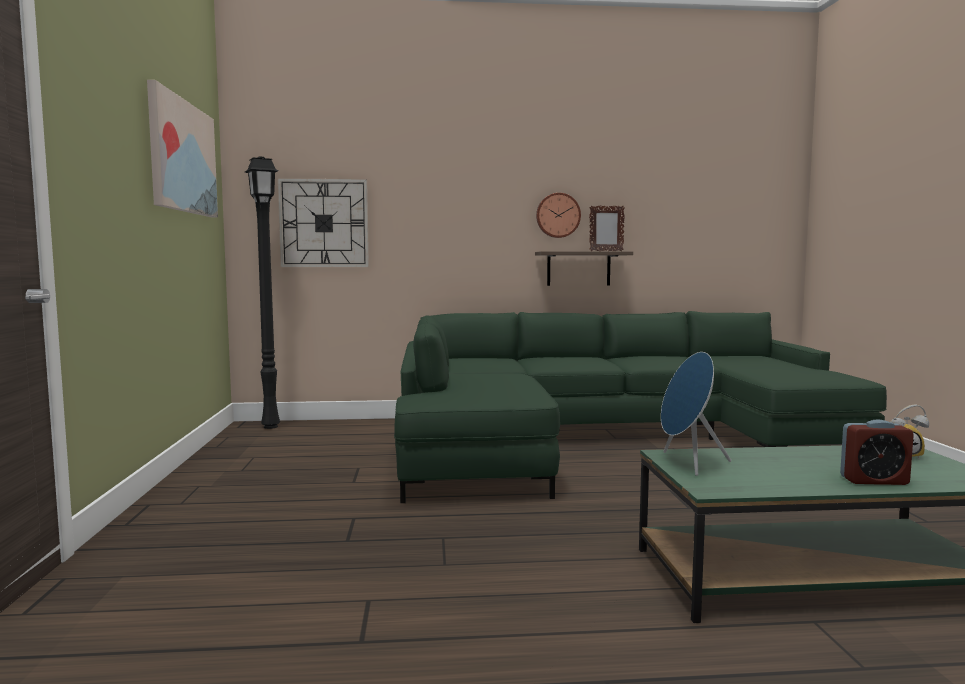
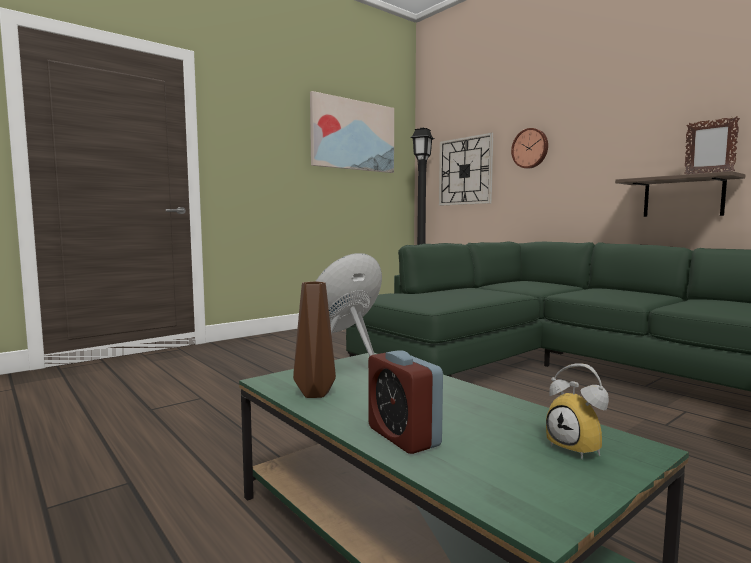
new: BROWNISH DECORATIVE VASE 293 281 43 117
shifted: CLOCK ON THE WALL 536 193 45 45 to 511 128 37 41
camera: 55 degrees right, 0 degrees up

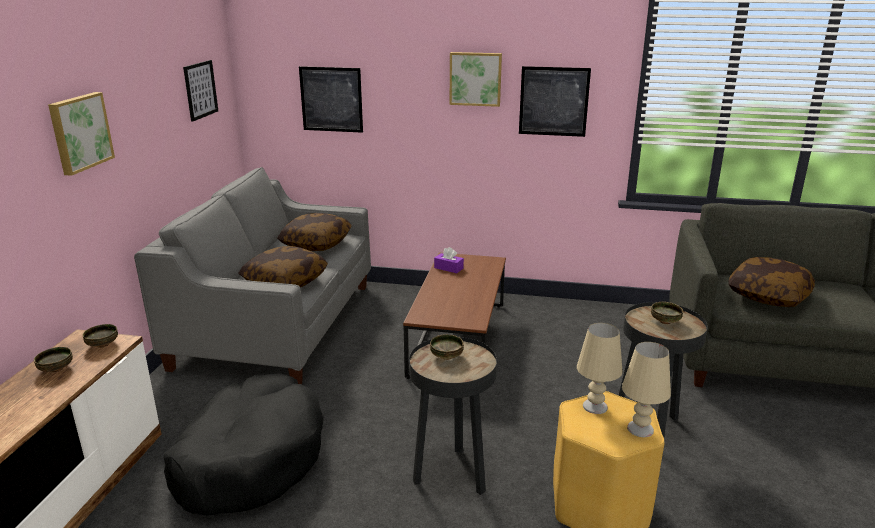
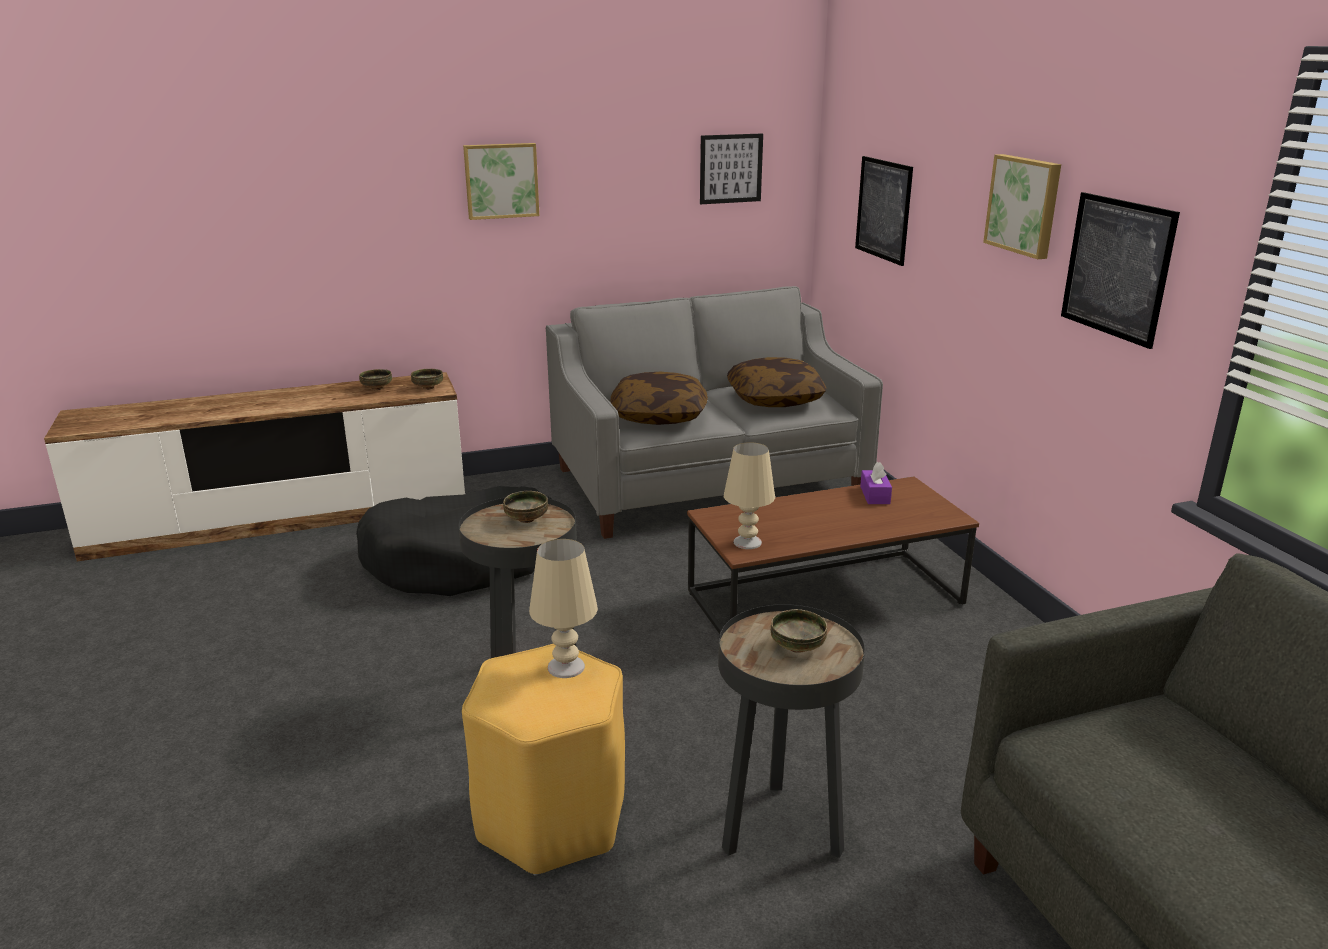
gone: PILLOW 728 257 87 50
shifted: SAND-COLOURED LAMP FOR A TABLE 622 342 49 95 to 724 442 51 107
camera: 60 degrees right, 0 degrees up

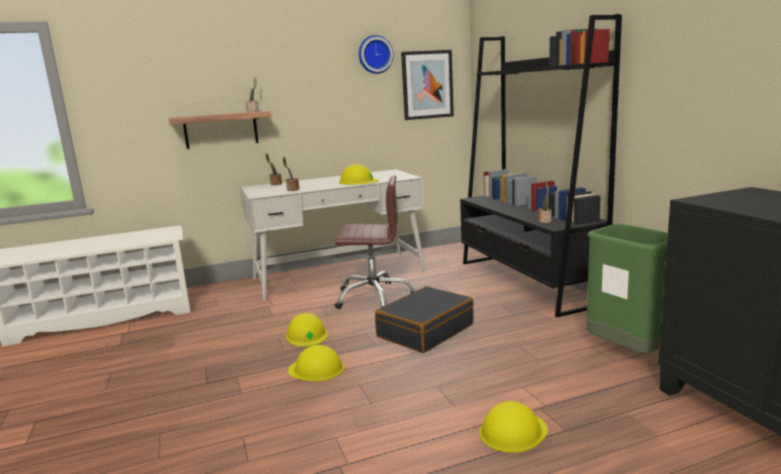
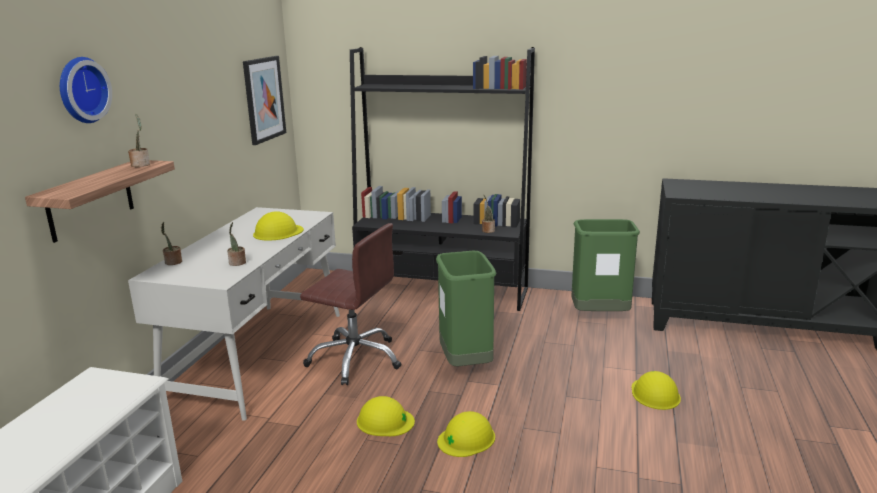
shifted: CLOCK ON THE WALL 359 35 34 39 to 60 57 52 66
swapped: BLACKISH PIECE OF LUGGAGE 375 286 99 67 to GREEN-COLOURED TRASH CAN 436 251 60 115
rotated: BROWNISH OFFICE CHAIR 334 175 83 134 = 300 223 101 162 75 degrees clockwise
camera: 55 degrees left, 5 degrees up

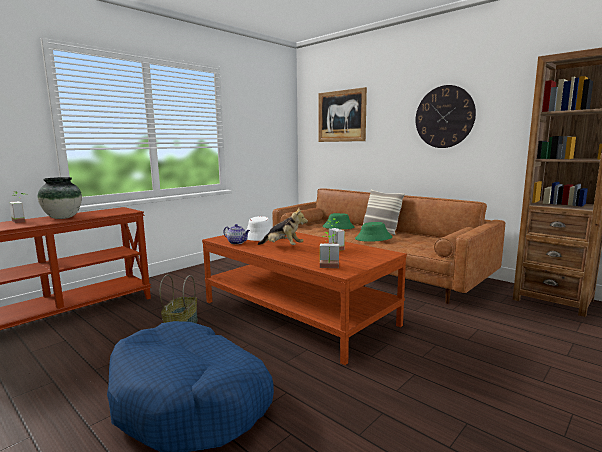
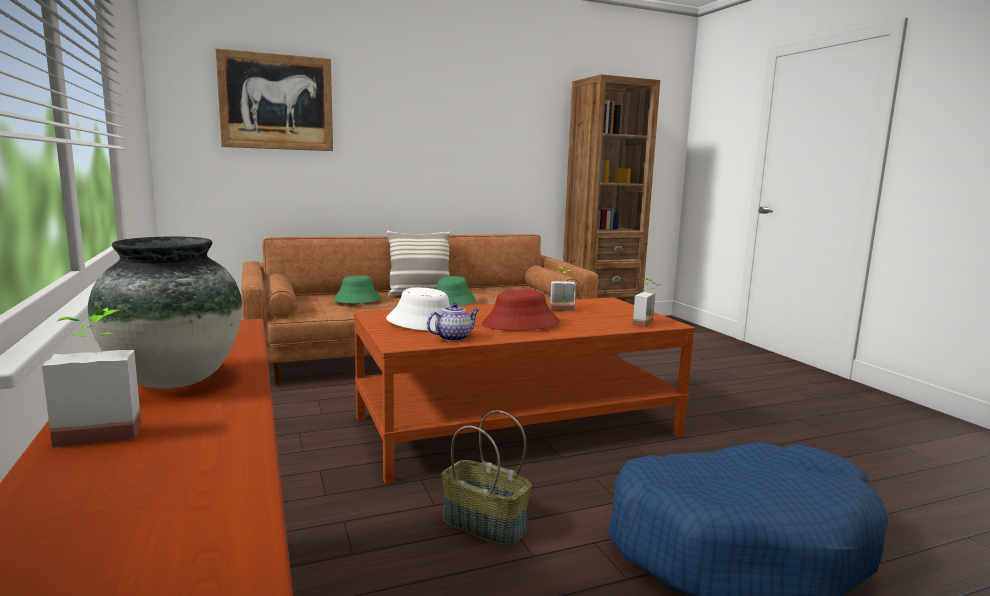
gone: CLOCK ON THE WALL 416 85 60 63
swapped: CUDDLY TOY 258 207 50 38 to RED-COLOURED WEARABLE HAT 482 290 78 41
camera: 65 degrees left, 0 degrees up

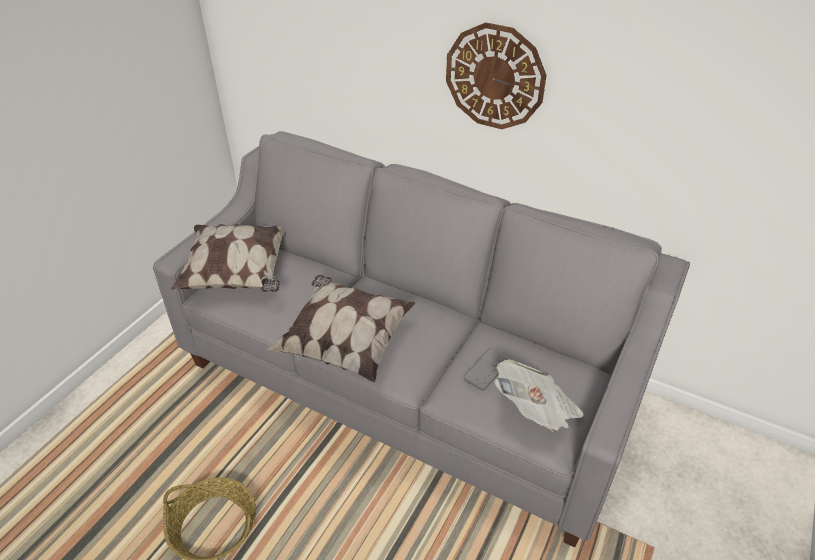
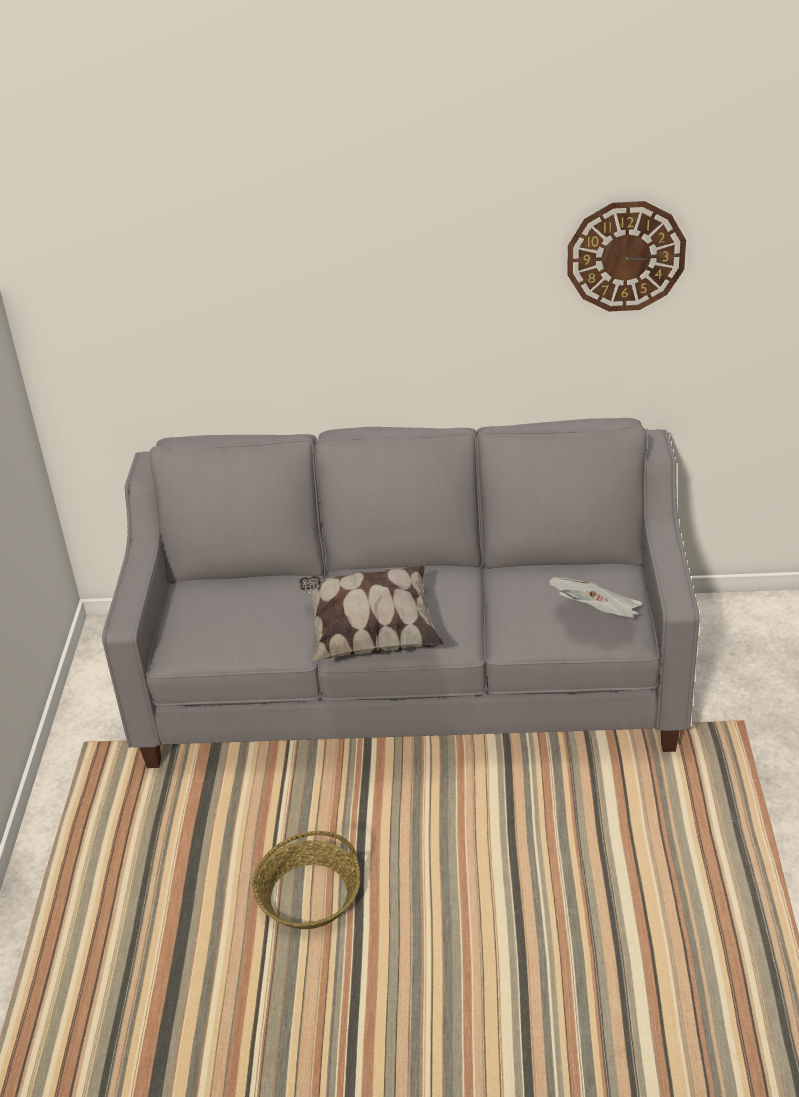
gone: PILLOW 170 224 115 68; GREY GAME CONTROLLER 464 350 45 41
shifted: CLOCK ON THE WALL 446 22 101 107 to 567 201 119 110
camera: 25 degrees left, 5 degrees down

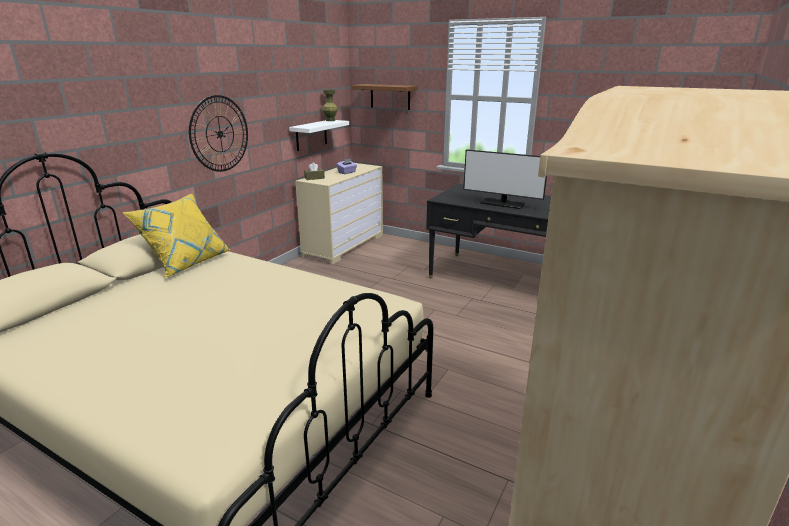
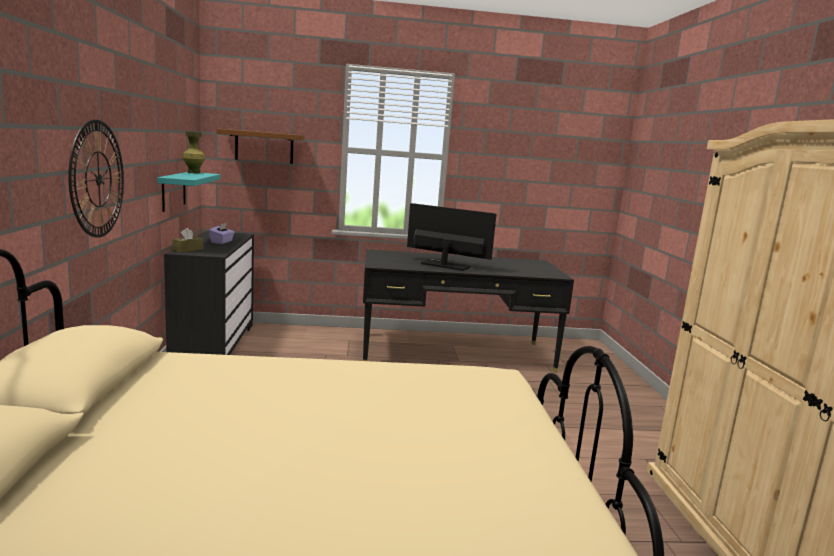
gone: YELLOW-COLOURED PILLOW 122 194 109 84
repainted: WHITISH WALL SHELF 289 120 60 31 to TURQUOISE WALL SHELF 157 172 63 40; SAND-COLOURED DRAWER CHEST 295 163 88 102 to BLACKISH DRAWER CHEST 164 231 90 124
rotated: COMPUTER SCREEN 463 149 84 60 = 407 203 90 68 150 degrees counterclockwise
camera: 35 degrees left, 10 degrees down

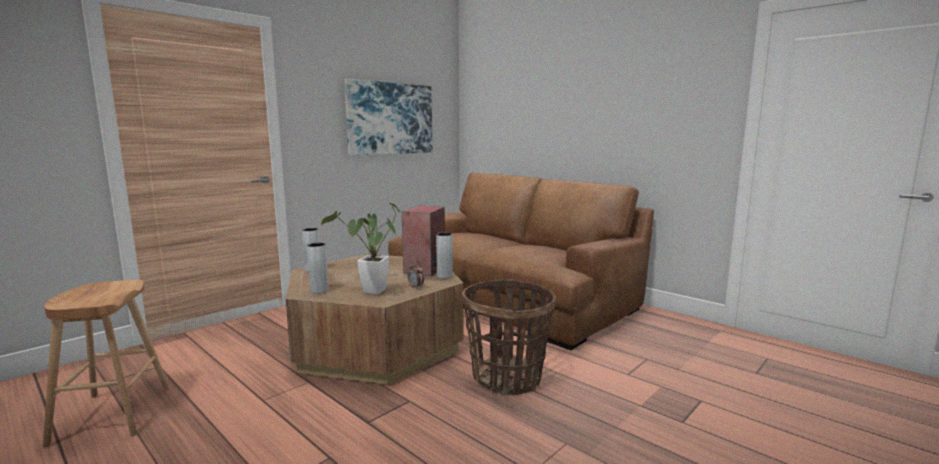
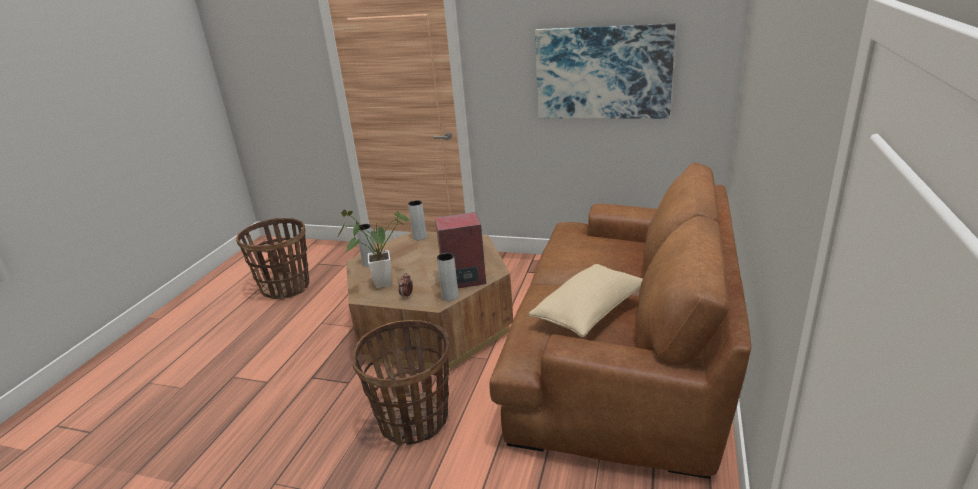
new: SAND-COLOURED PILLOW 529 264 114 73
swapped: BROWNISH STOOL SEAT 43 280 127 168 to BASKET 236 218 73 81
camera: 65 degrees right, 15 degrees up

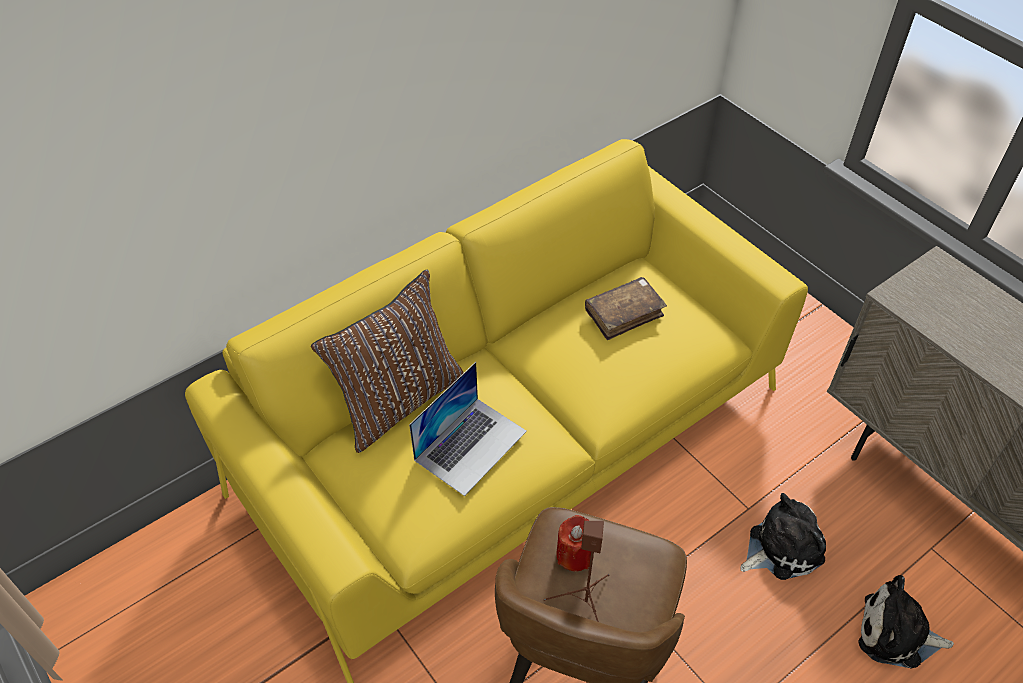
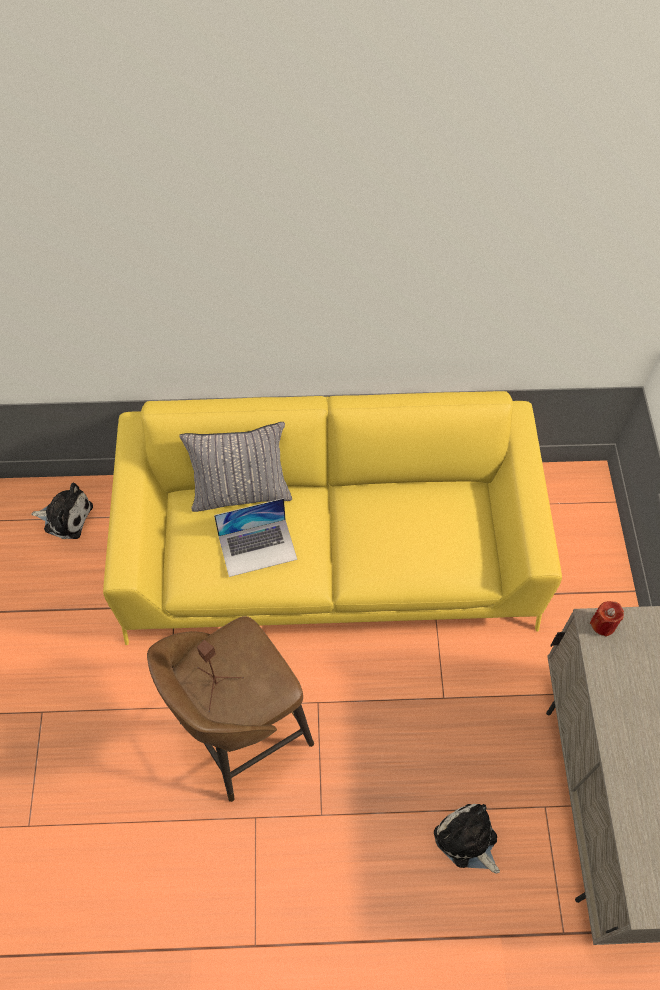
gone: BROWNISH BOOK 585 277 82 63
shifted: CUDDLY TOY 740 493 86 87 to 31 483 62 56; RED-COLOURED WAX CANDLE 556 515 38 57 to 590 601 34 36
repainted: BROWNISH PILLOW 311 270 153 183 to GREY PILLOW 179 422 113 90
camera: 35 degrees right, 10 degrees up

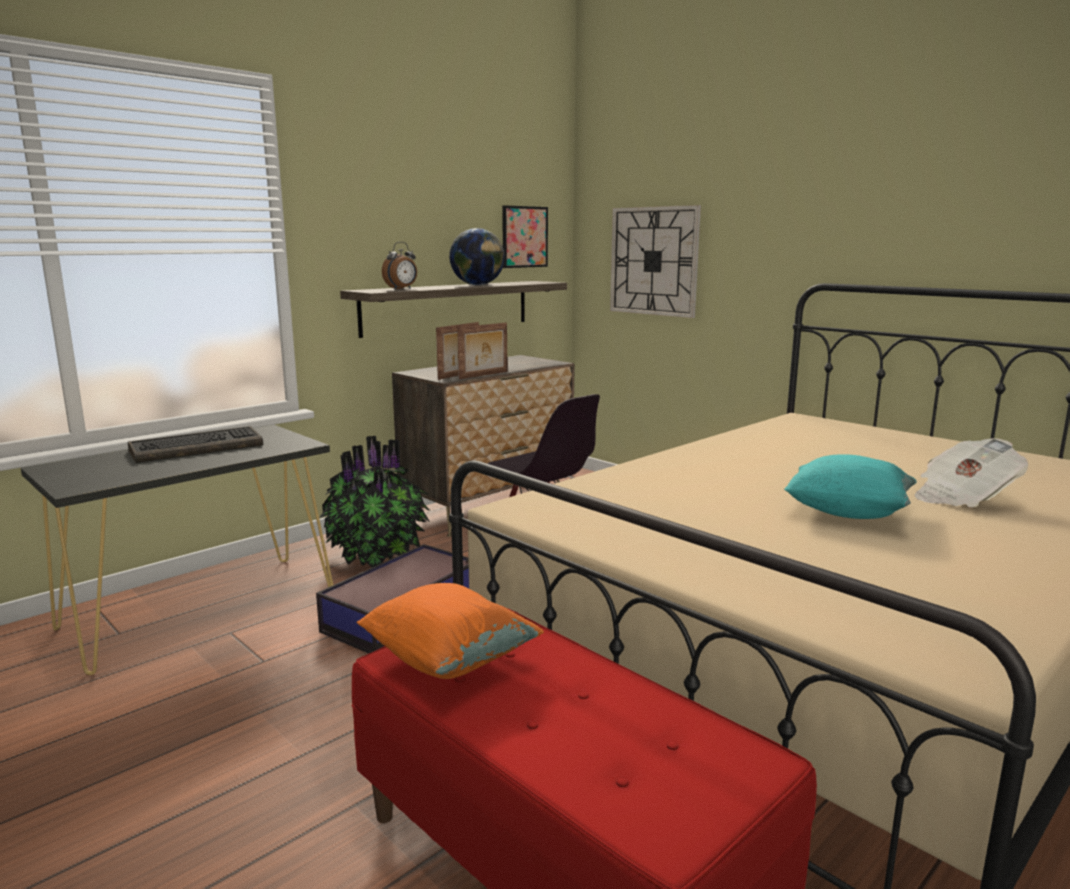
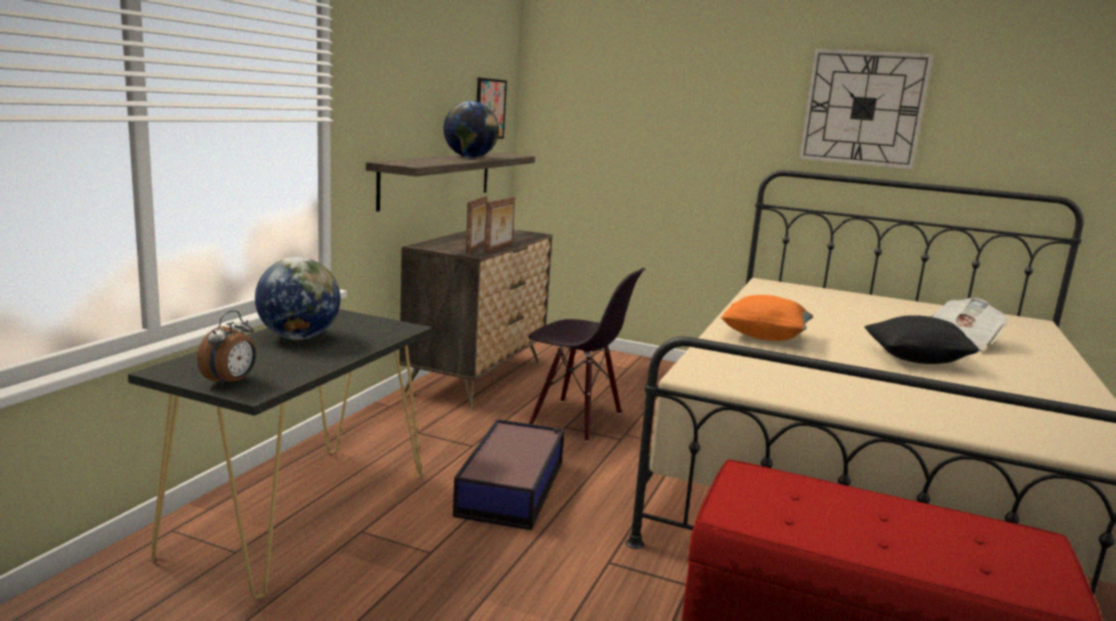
gone: PLANT IN A POT 319 436 111 131
shifted: CLOCK ON THE WALL 610 205 91 113 to 799 49 134 120; TABLE CLOCK 382 242 35 47 to 197 310 59 77; ORANGEY PILLOW 357 583 187 96 to 721 295 92 46
swapped: KEYBOARD 128 426 135 37 to GLOBE 255 257 85 83
repainted: TURQUOISE PILLOW 784 454 133 65 to BLACKISH PILLOW 864 315 116 49
camera: 25 degrees left, 0 degrees up

